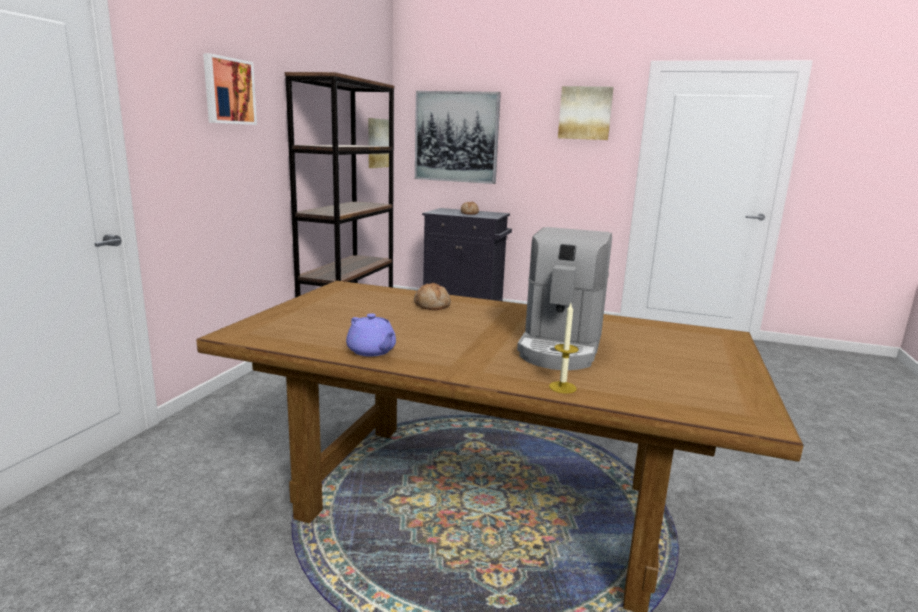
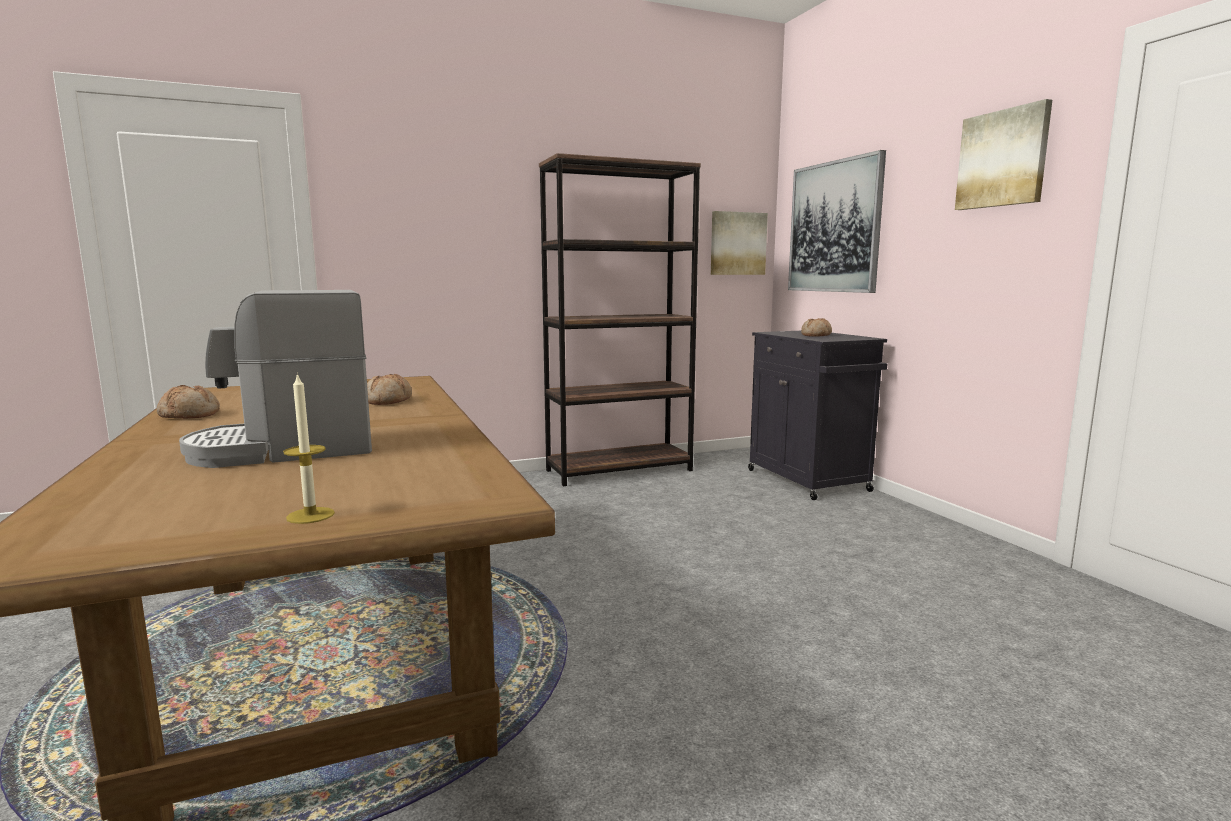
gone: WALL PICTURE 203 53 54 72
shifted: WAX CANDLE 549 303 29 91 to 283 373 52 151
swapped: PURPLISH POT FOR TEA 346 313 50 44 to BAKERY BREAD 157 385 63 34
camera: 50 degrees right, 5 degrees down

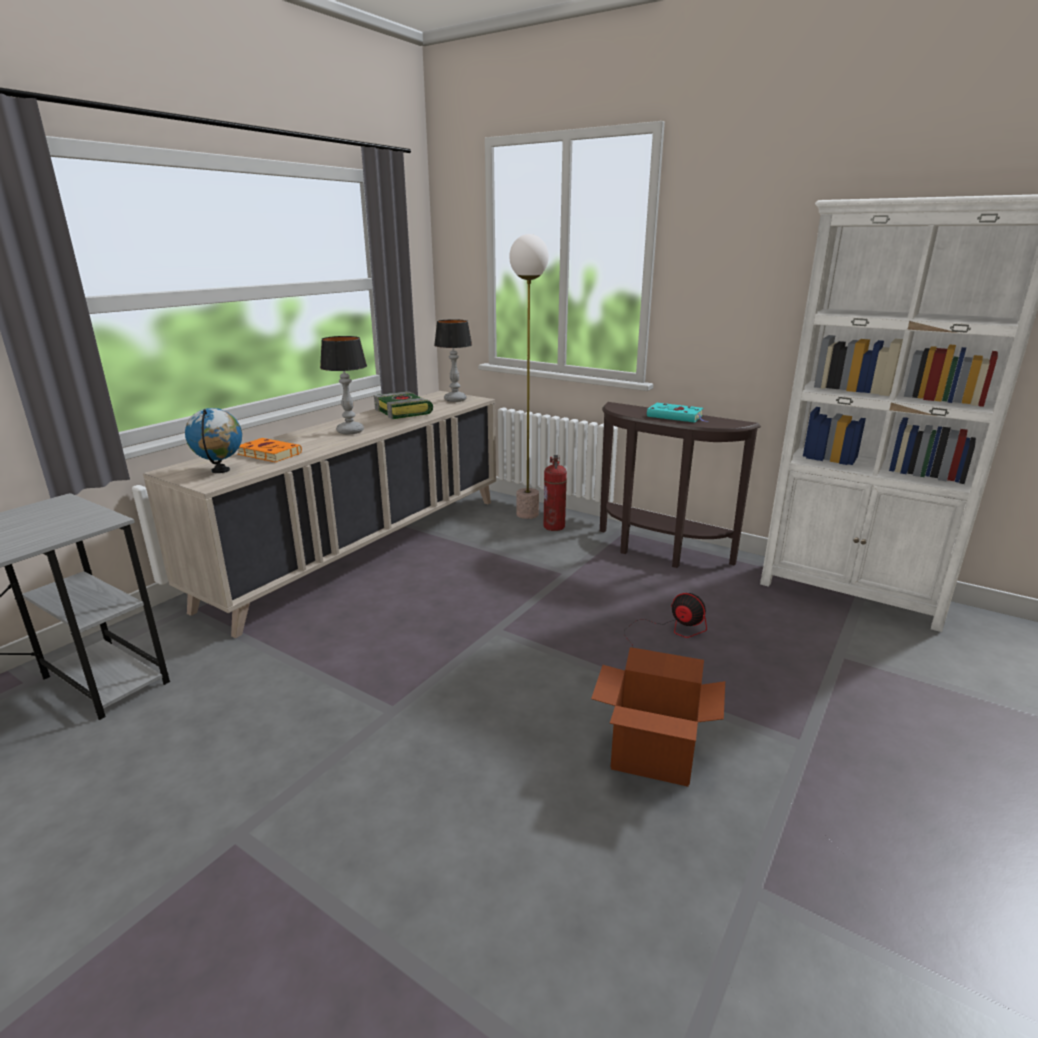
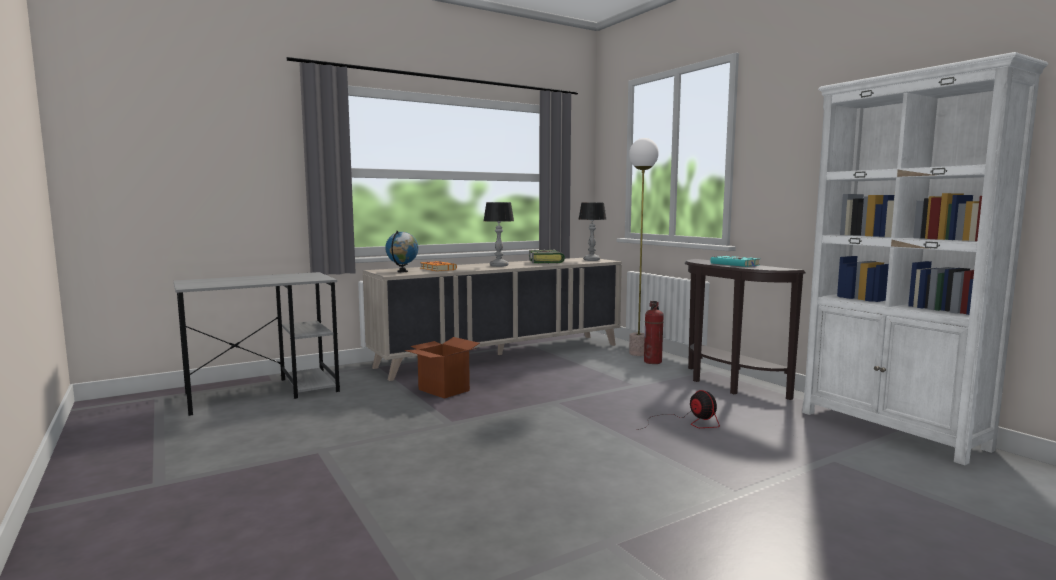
shifted: CARTON 591 647 134 140 to 404 337 76 62
camera: 25 degrees right, 15 degrees down

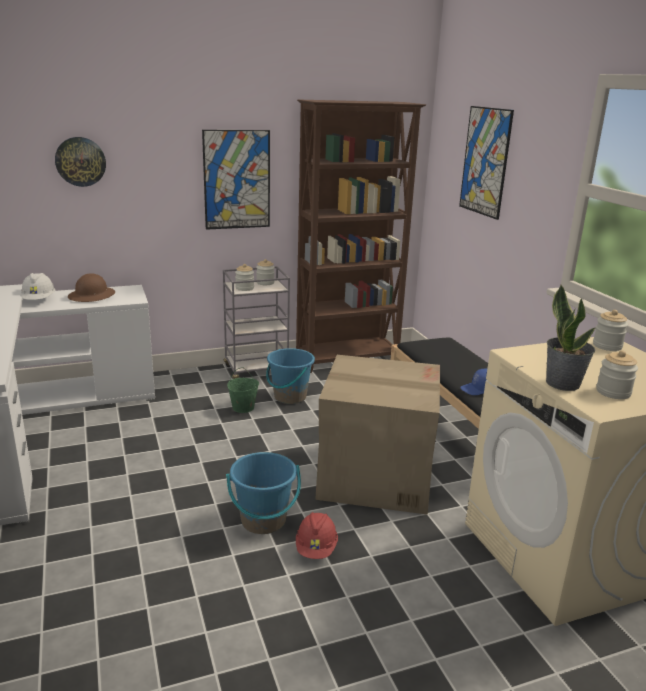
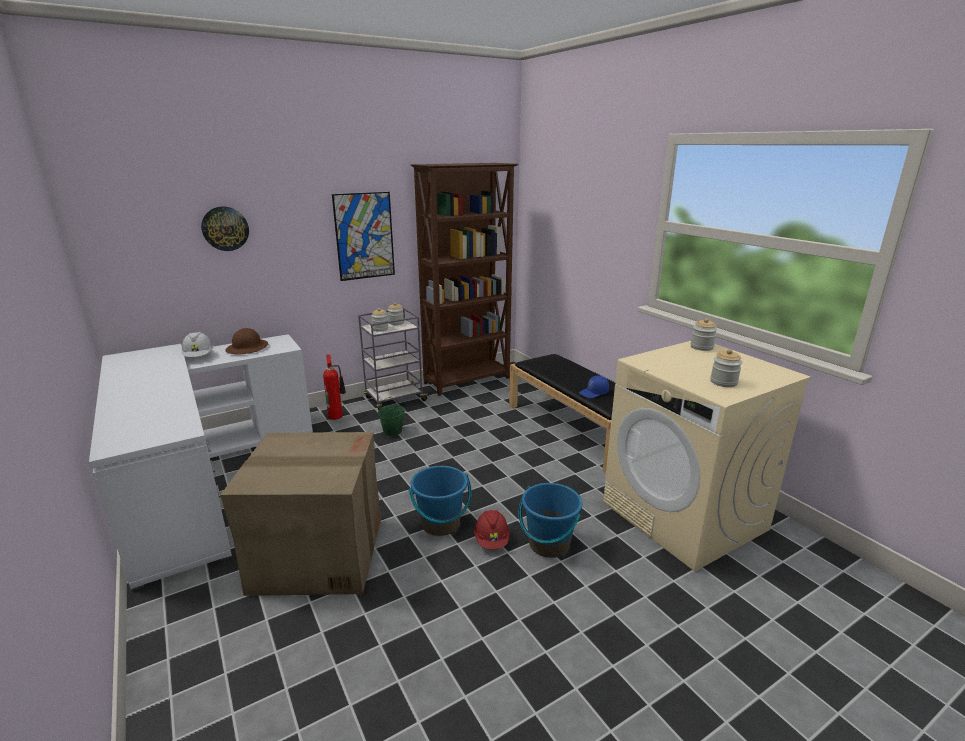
gone: WALL PICTURE 459 106 55 114; PLANT IN A POT 546 285 49 106
new: FIRE EXTINGUISHER 323 354 23 66
shifted: BLUE-COLOURED PAIL 266 348 49 56 to 518 483 64 75; CARTON 315 355 125 160 to 220 432 161 164
camera: 10 degrees left, 0 degrees up

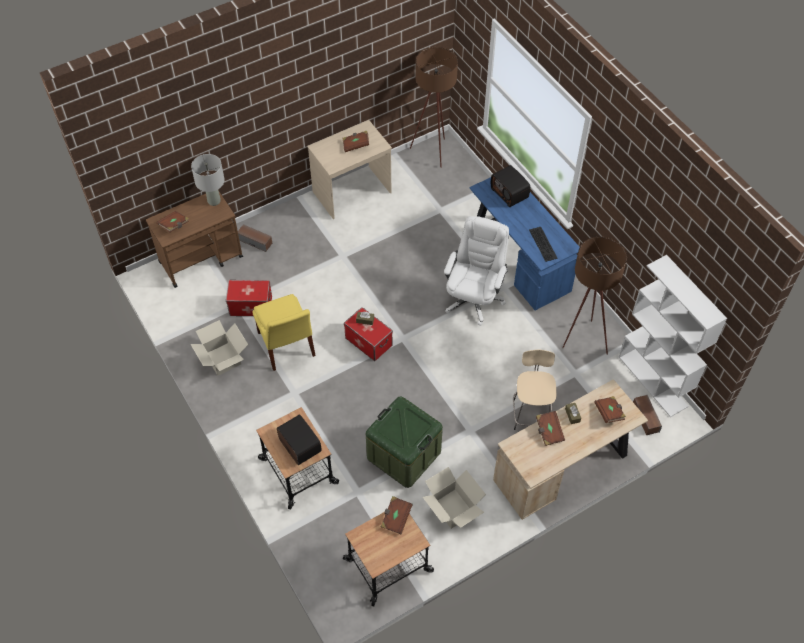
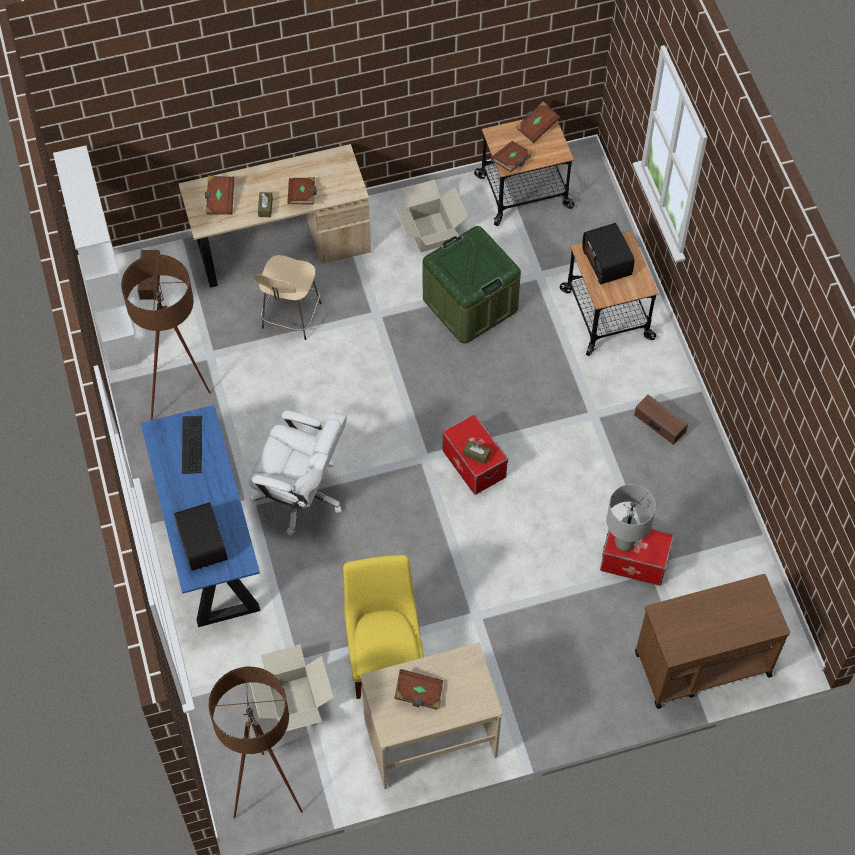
shifted: GREY LAMP FOR A TABLE 191 154 34 52 to 606 484 50 67; BROWNISH BOOK 156 211 33 21 to 516 101 44 42; LOUDSPEAKER 238 224 34 28 to 634 394 54 51; YELLOW-COLOURED UPRIGHT CHAIR 252 294 64 77 to 343 555 81 144; CARTON 190 320 58 56 to 250 644 84 87
rotated: WHITISH OFFICE CHAIR 444 216 65 110 = 249 410 98 126 105 degrees counterclockwise
camera: 165 degrees left, 5 degrees up

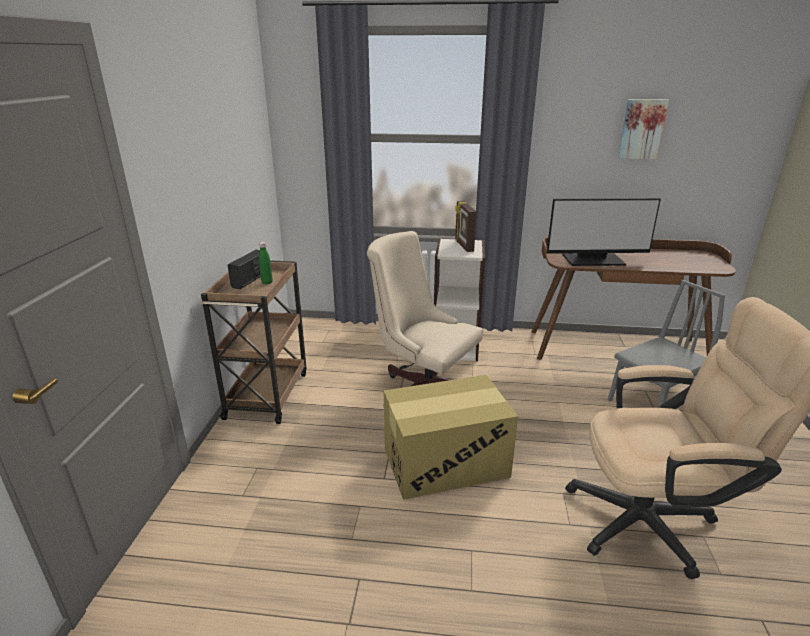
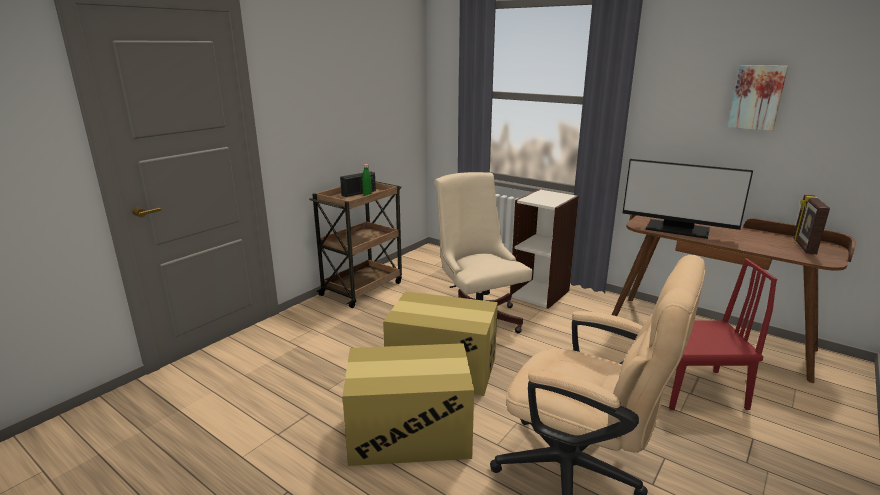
new: CARTON 342 343 132 123
shifted: STANDING FRAME 455 201 22 51 to 793 195 37 60
repainted: GREY UPRIGHT CHAIR 608 280 117 127 to RED-COLOURED UPRIGHT CHAIR 669 258 108 152
camera: 30 degrees right, 5 degrees down

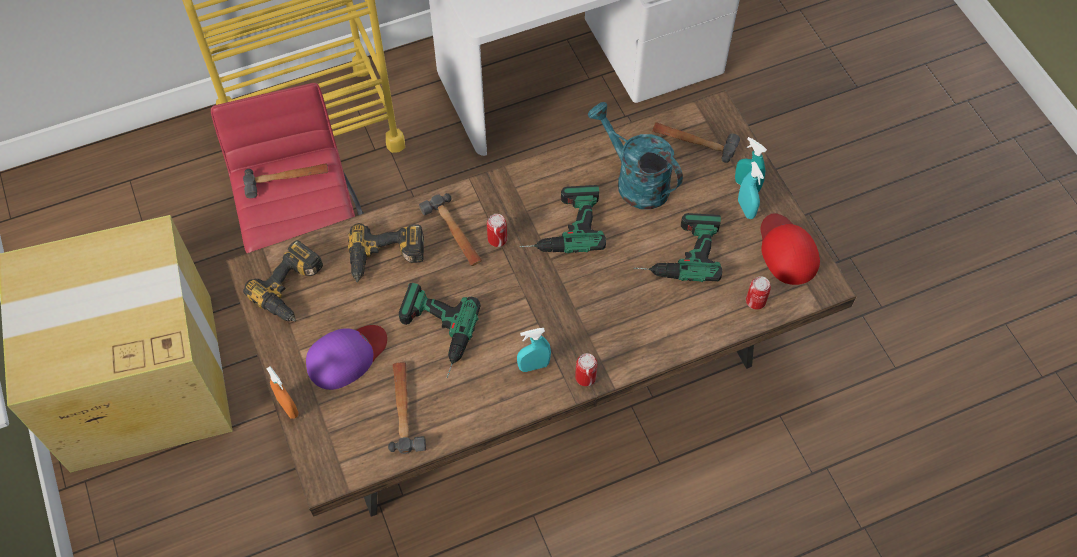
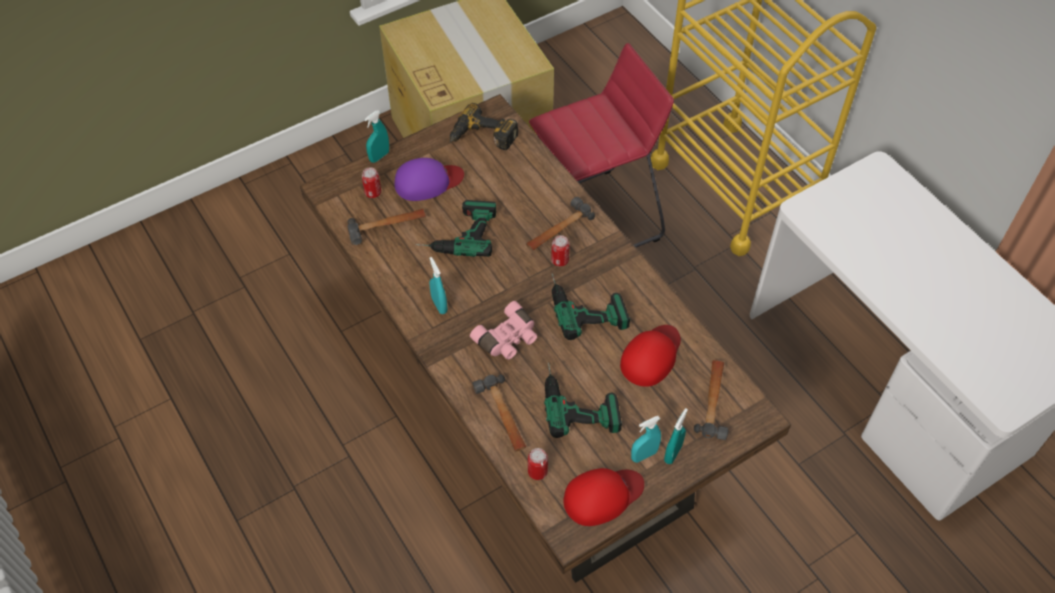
gone: POWER DRILL 348 223 76 60
new: PINK-COLOURED PAIR OF BINOCULARS 470 301 67 59
shifted: HAND HAMMER 243 163 85 35 to 472 374 54 77; SEALED CAN 575 353 22 33 to 362 167 19 31
swapped: TURQUOISE WATERING POT 588 102 95 107 to RED-COLOURED CAP 620 325 61 62
repainted: ORANGEY SPRAY BOTTLE 266 366 32 53 to TURQUOISE SPRAY BOTTLE 364 110 25 53
rotated: PURPLISH CAP 306 325 81 65 = 395 158 69 43 60 degrees counterclockwise
camera: 80 degrees right, 5 degrees down

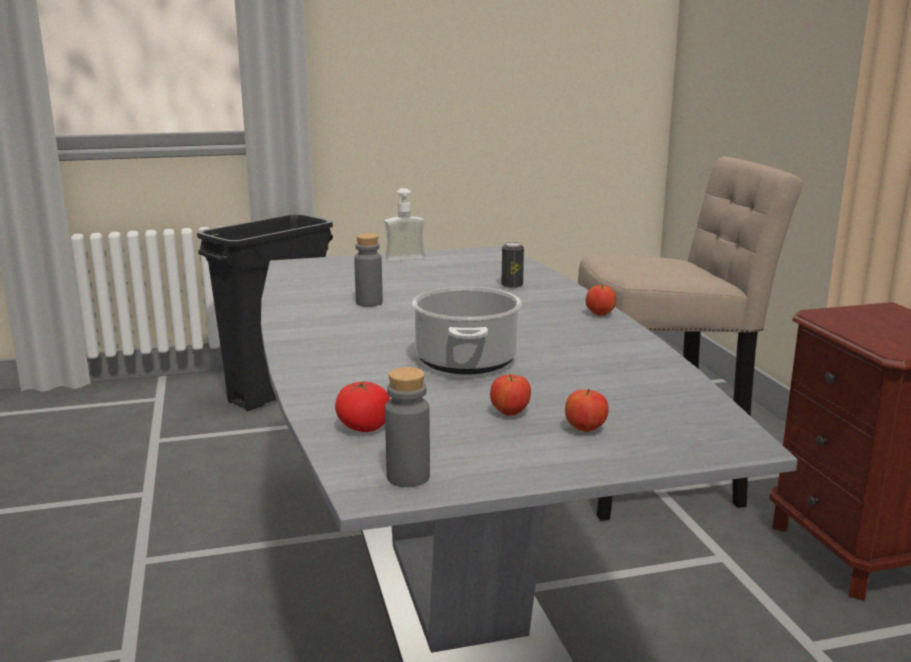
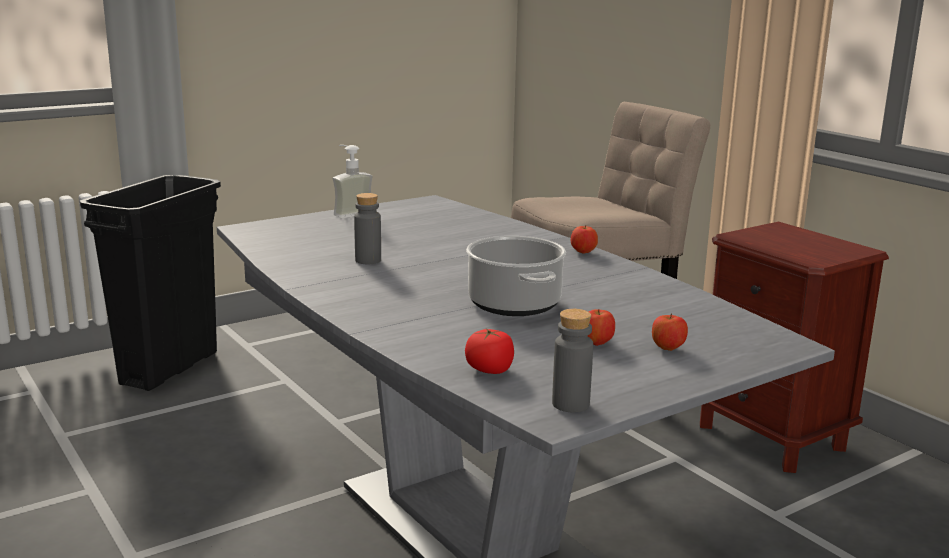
gone: SEALED CAN 501 242 23 46
camera: 20 degrees left, 0 degrees up

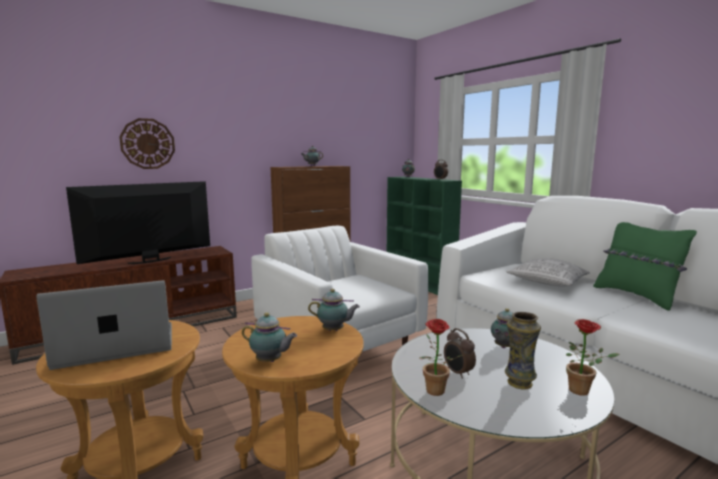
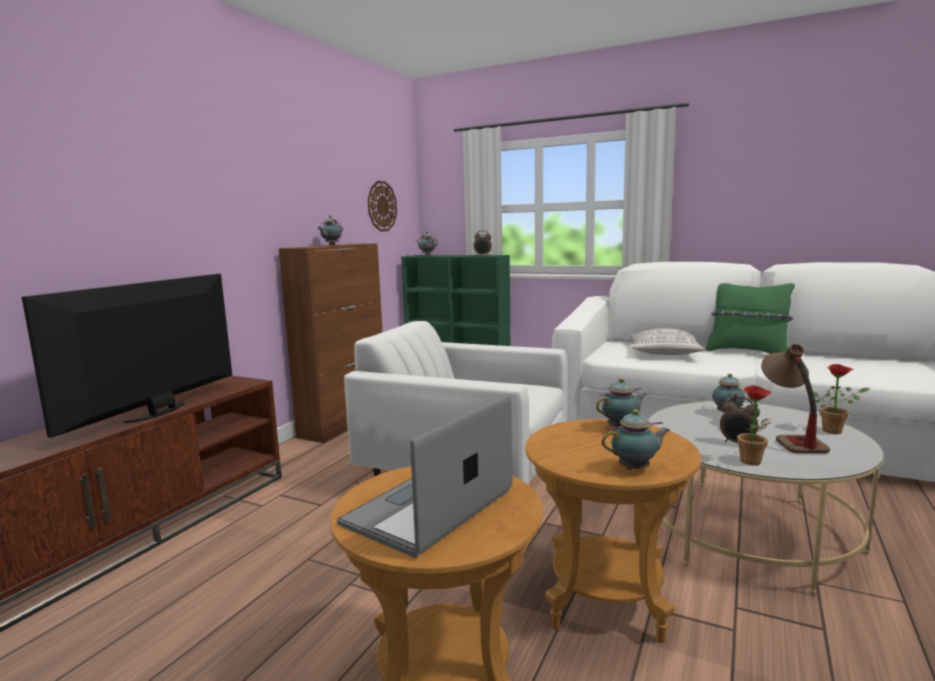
shifted: CLOCK ON THE WALL 119 118 56 51 to 368 181 29 51
swapped: DECORATIVE VASE 505 312 36 77 to LAMP FOR A TABLE 761 344 69 110
camera: 30 degrees left, 0 degrees up

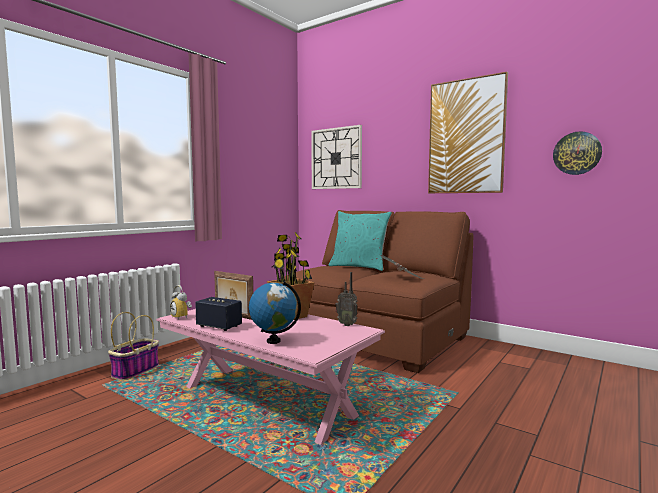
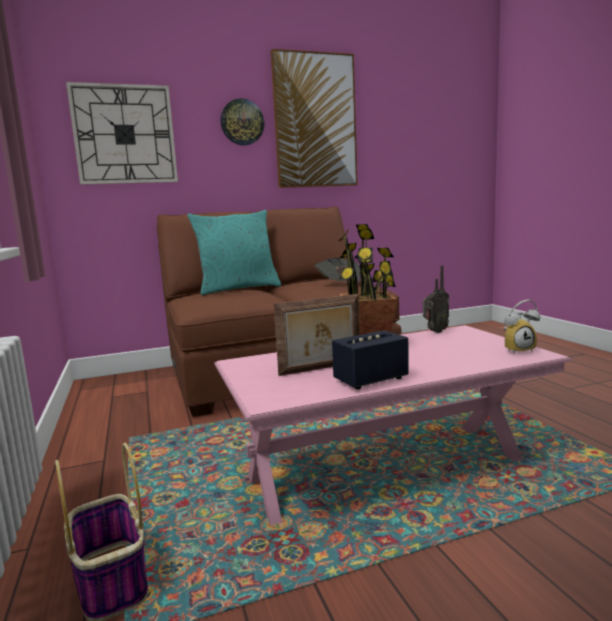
gone: GLOBE 249 281 52 63
shifted: CLOCK ON THE WALL 553 131 49 44 to 221 99 43 46; TABLE CLOCK 170 285 22 35 to 503 299 37 56
camera: 55 degrees left, 5 degrees up

